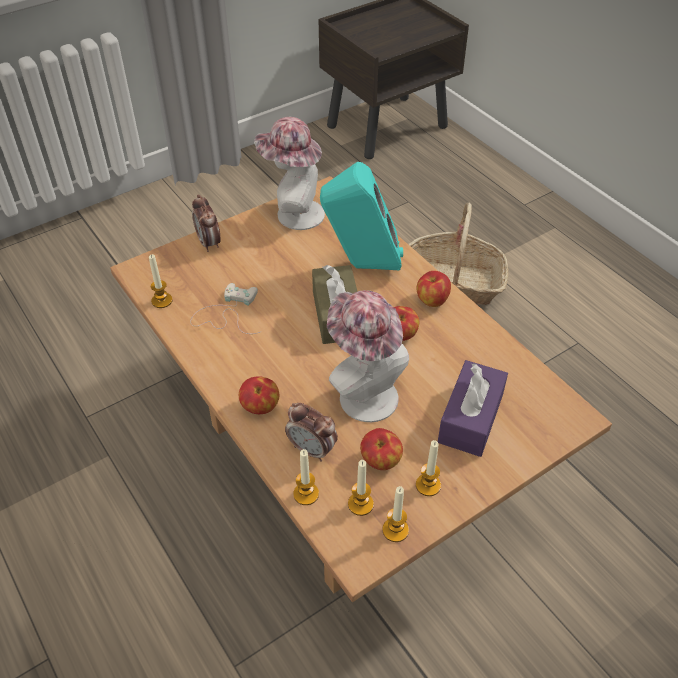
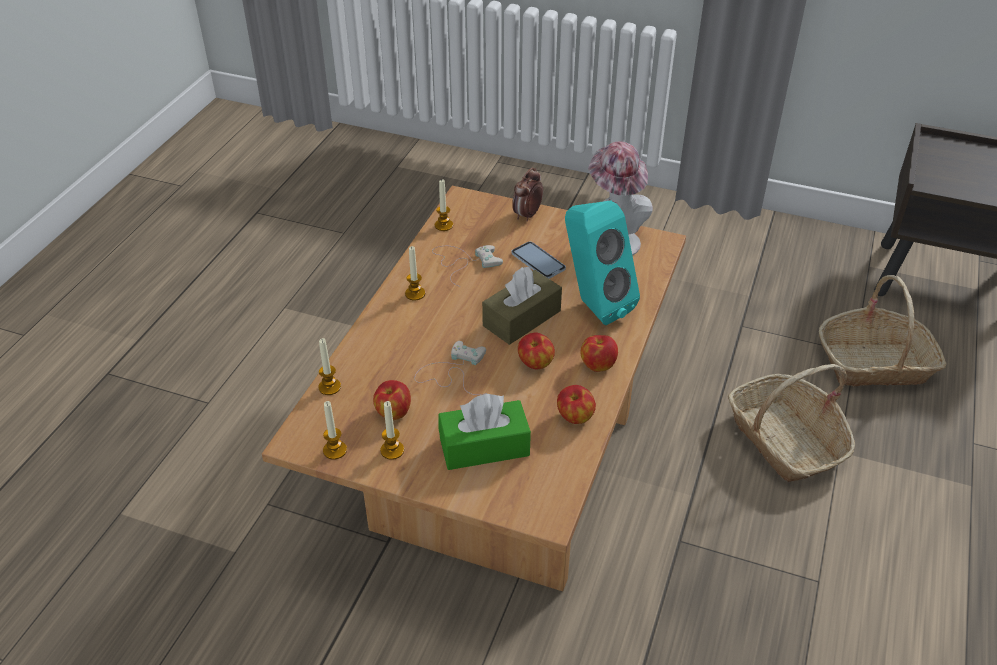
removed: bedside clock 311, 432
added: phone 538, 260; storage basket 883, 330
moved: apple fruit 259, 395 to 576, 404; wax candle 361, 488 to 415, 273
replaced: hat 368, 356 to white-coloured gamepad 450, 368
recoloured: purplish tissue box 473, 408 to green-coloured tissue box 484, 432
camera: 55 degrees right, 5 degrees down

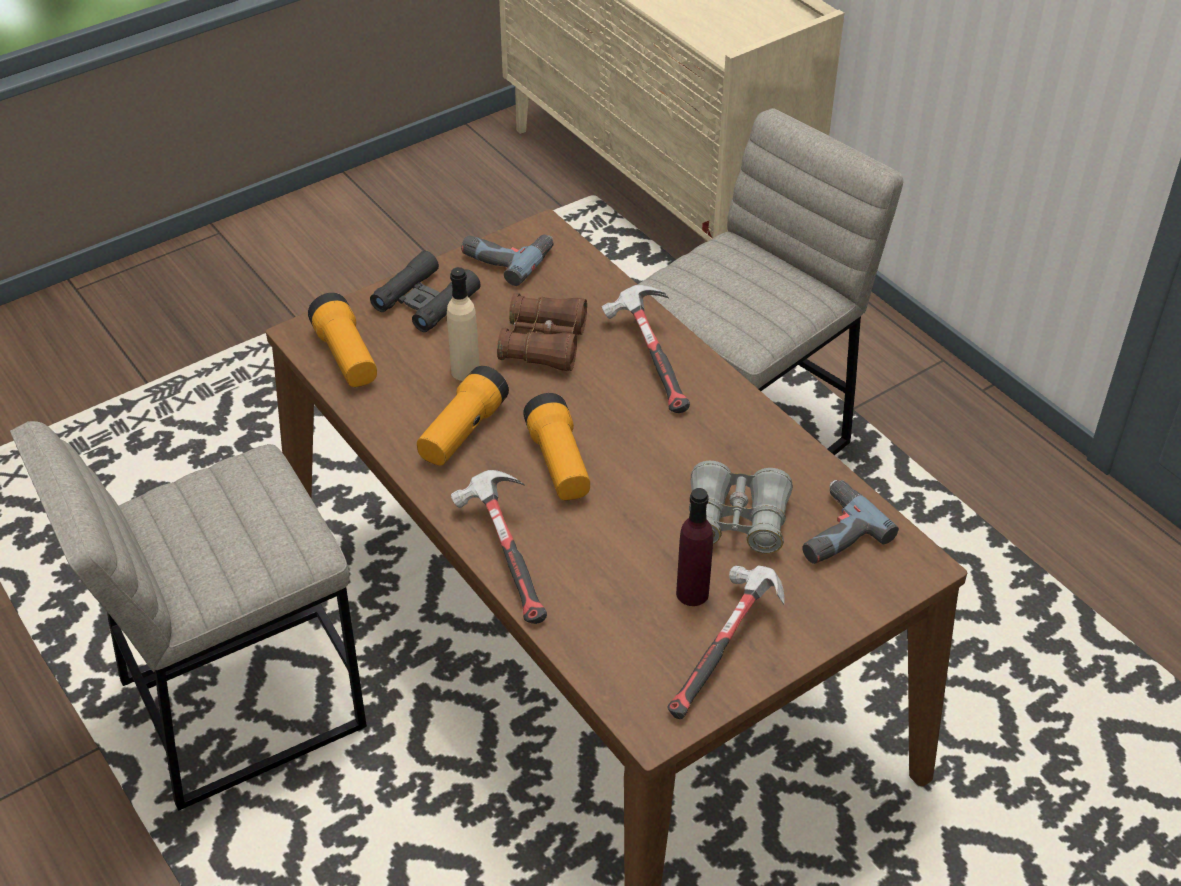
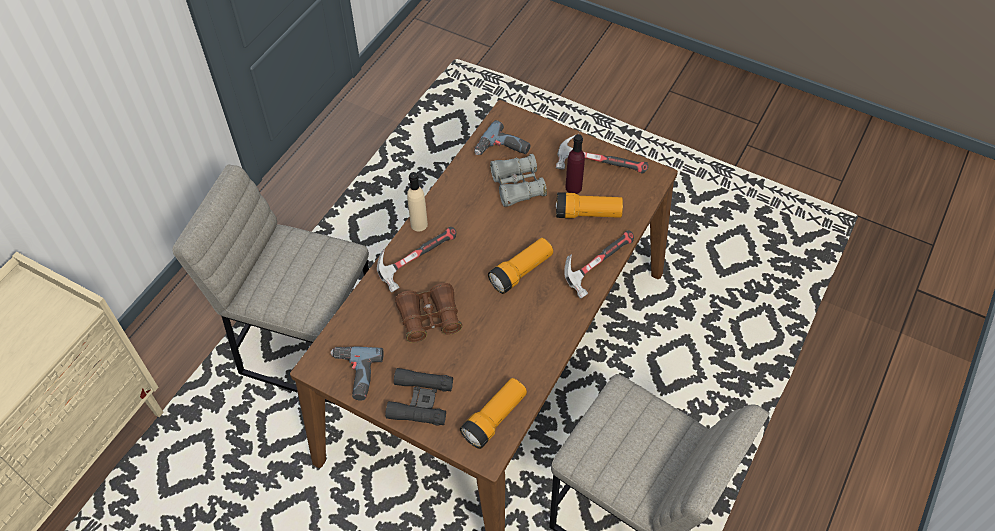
moved: flashlight 463, 415 to 589, 205; beige beverage bottle 463, 324 to 417, 201
camera: 115 degrees left, 10 degrees up

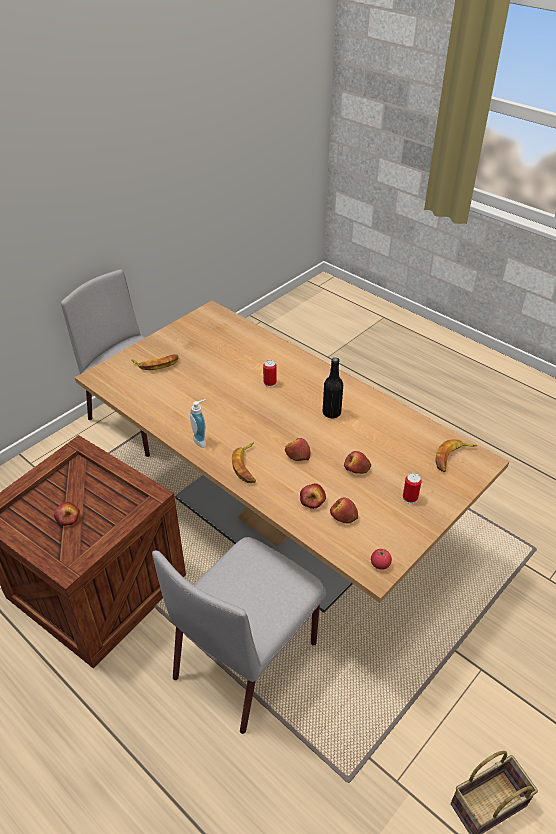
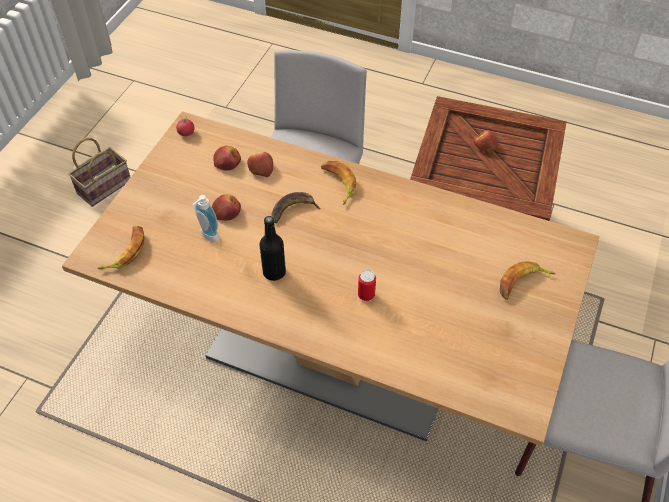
removed: sealed can 412, 488
moved: soap bottle 198, 423 to 206, 218
replaced: apple fruit 297, 449 to banana 296, 207
camera: 160 degrees right, 10 degrees up

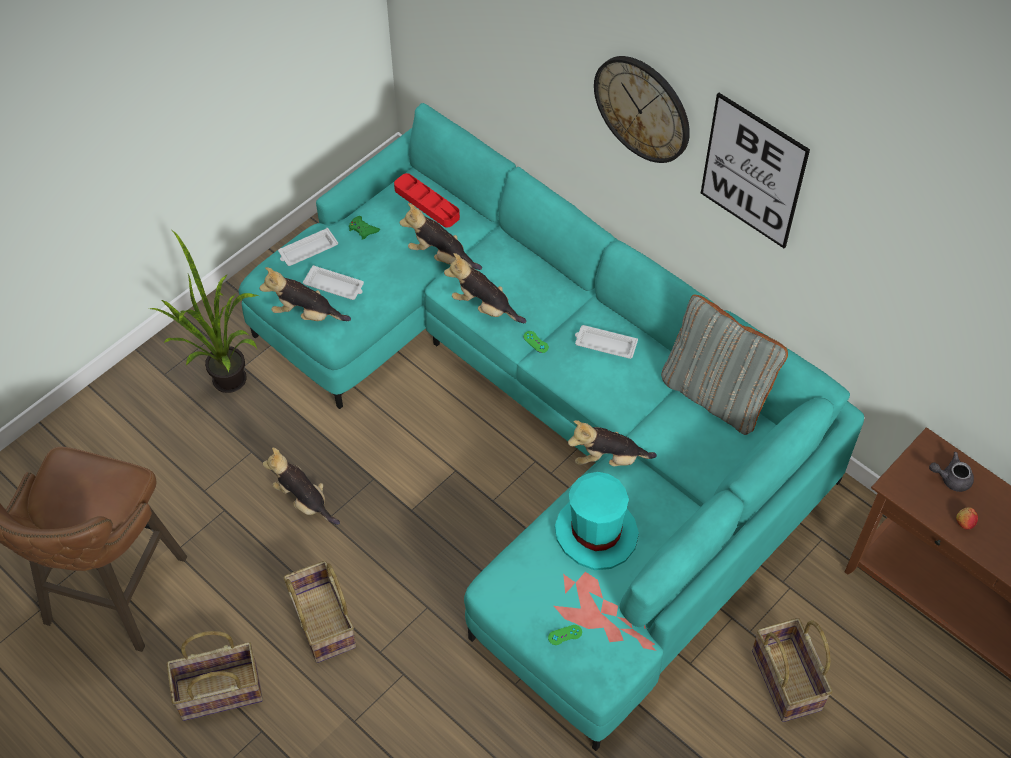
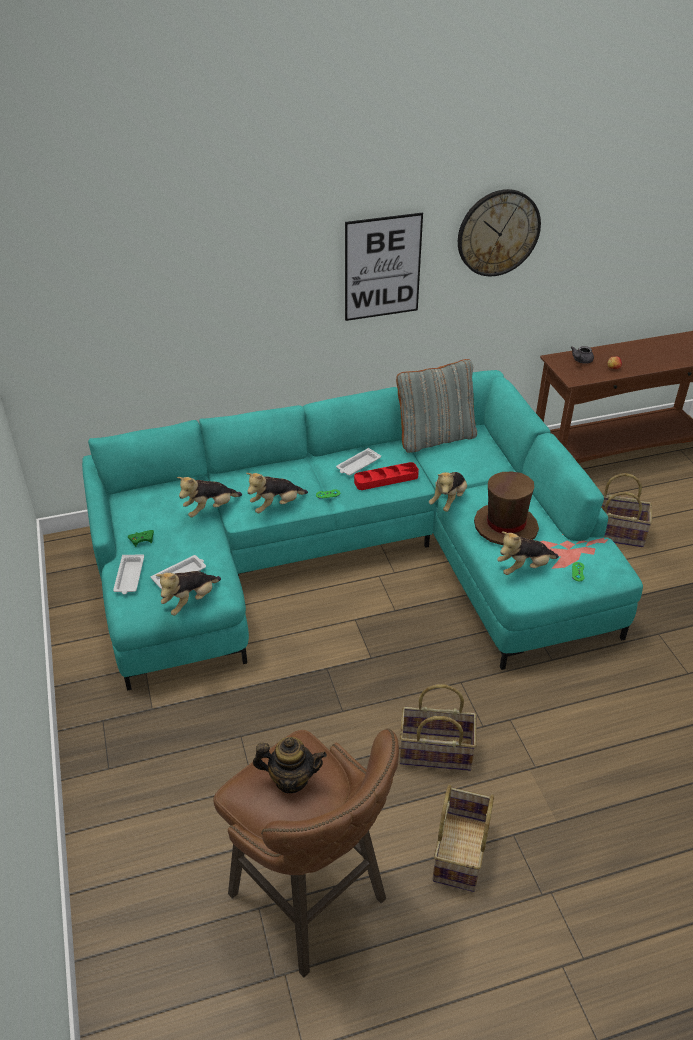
removed: potted plant 204, 311
added: teapot 290, 765
moved: cuddly toy 301, 486 to 528, 553; red carrying tray 427, 200 to 386, 476; clock on the wall 642, 109 to 499, 232
recoloured: turquoise-coloured hat 597, 521 to brown hat 506, 508
camera: 60 degrees left, 15 degrees down

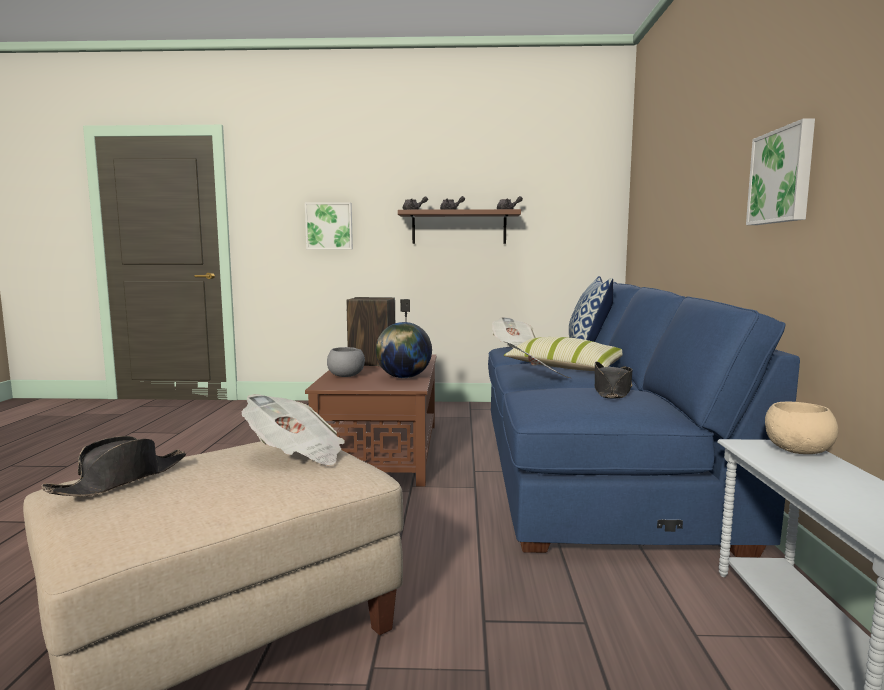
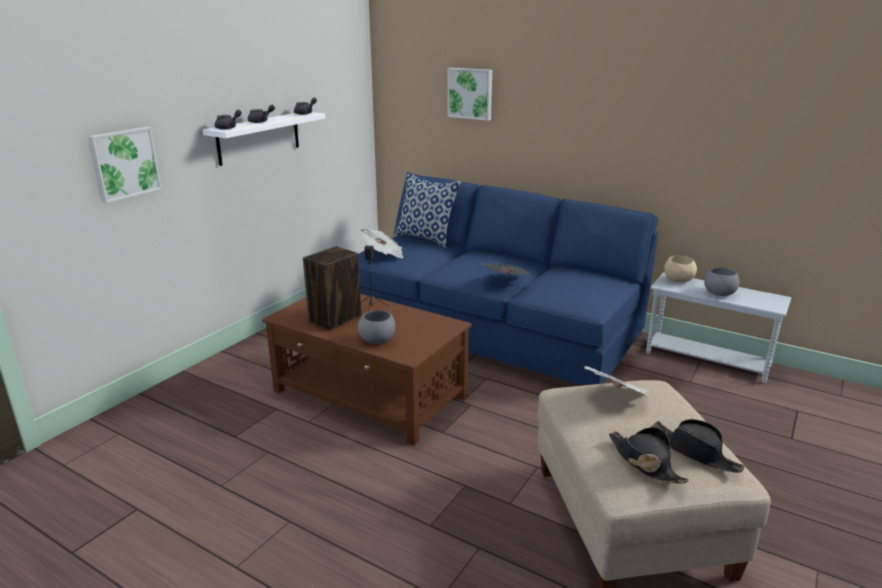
removed: world globe 404, 350; pillow 563, 354
added: gray bowl 721, 281
moved: black hat 614, 380 to 698, 446; wall picture 780, 171 to 469, 94
recoloured: brown wall shelf 459, 226 to white-coloured wall shelf 264, 139
camera: 60 degrees left, 15 degrees up

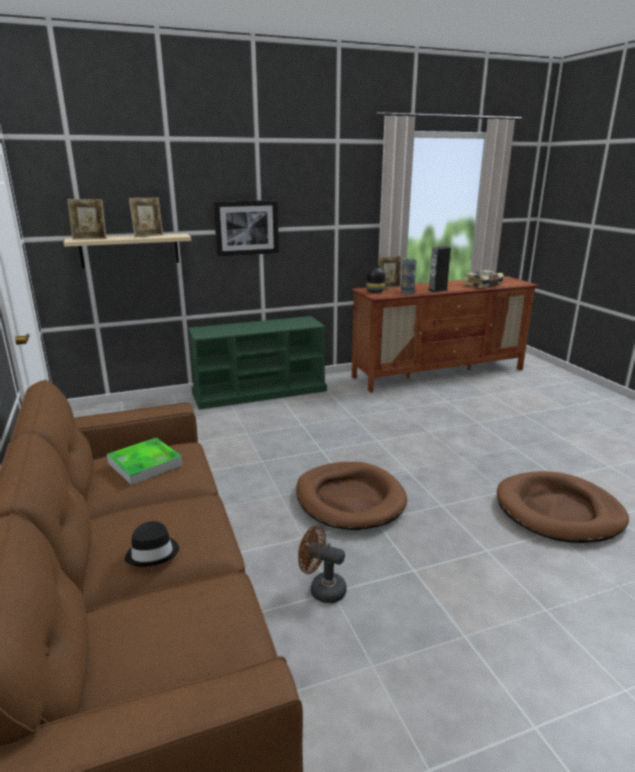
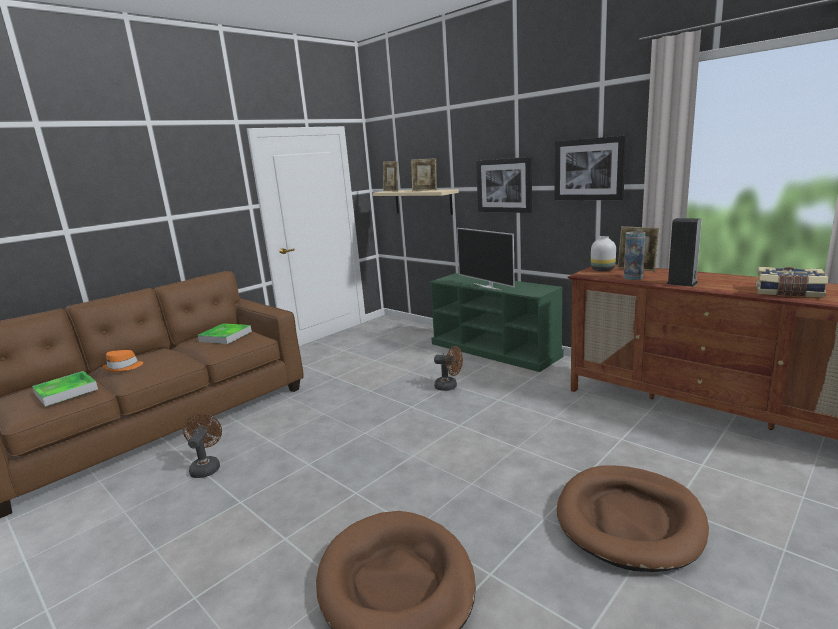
added: carrying tray 65, 389; brown cooling fan 448, 368; television 486, 259; wall picture 590, 167
moved: brown pet bed 351, 496 to 633, 518
recoloured: black hat 152, 544 to orange hat 123, 361; black vase 375, 279 to white-coloured vase 603, 253
camera: 65 degrees right, 5 degrees down

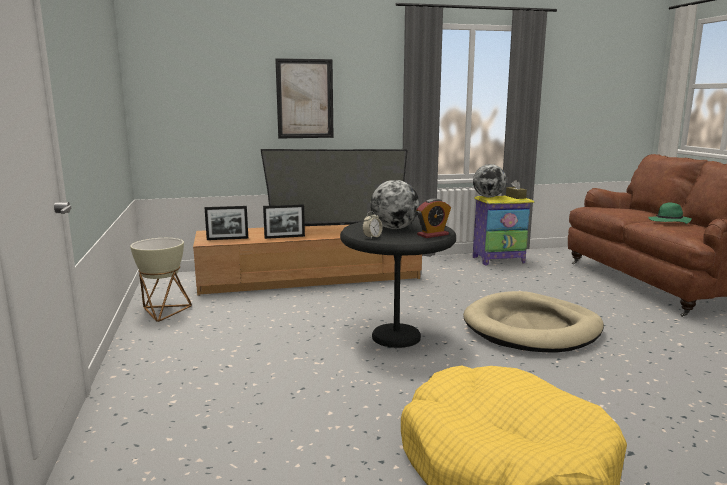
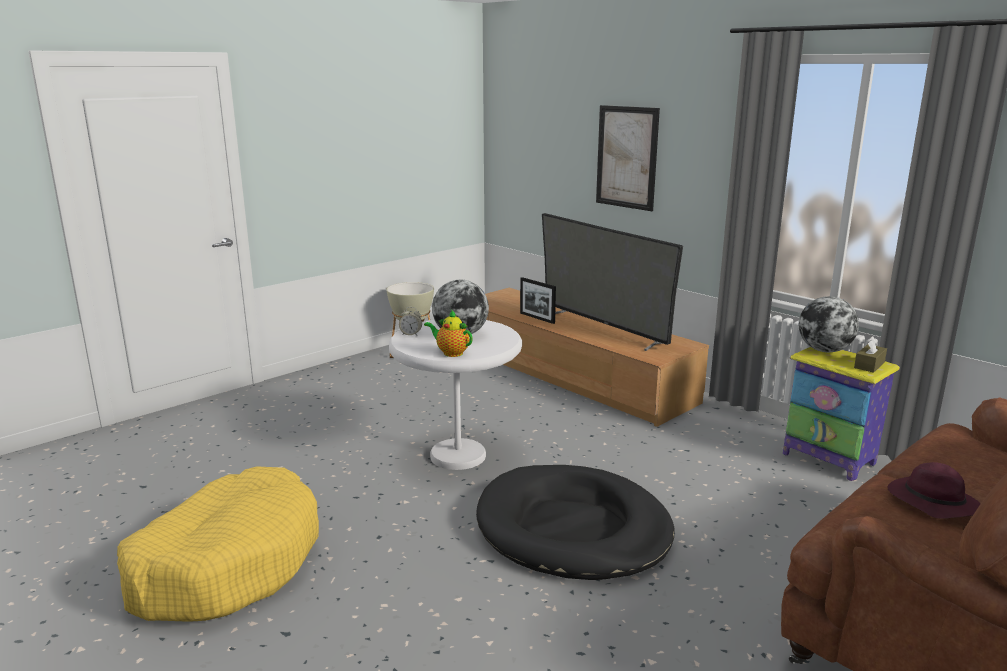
removed: standing frame 226, 223
replaced: bedside clock 433, 218 to teapot 448, 333
recoloured: black end table 398, 284 to white-coloured end table 455, 395; beige pet bed 533, 322 to black pet bed 575, 522; green-coloured hat 670, 213 to purplish hat 934, 490
camera: 60 degrees right, 5 degrees up

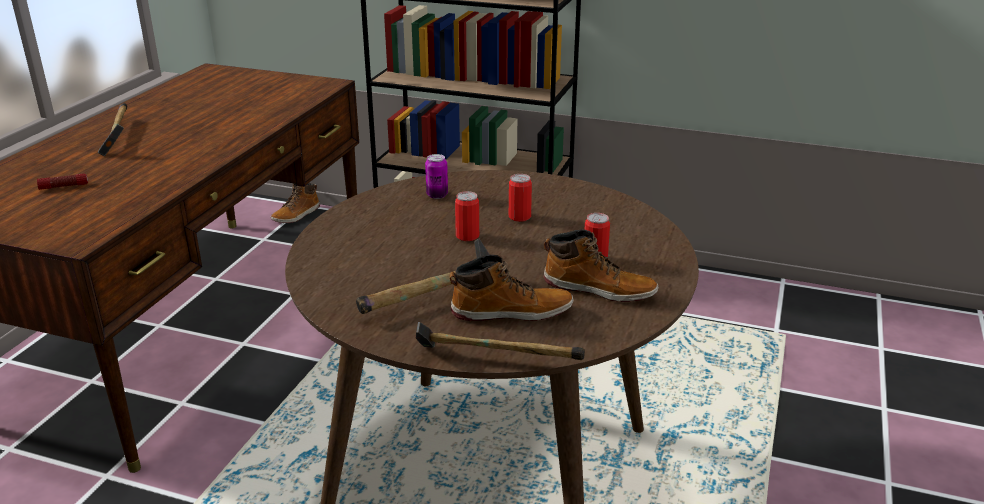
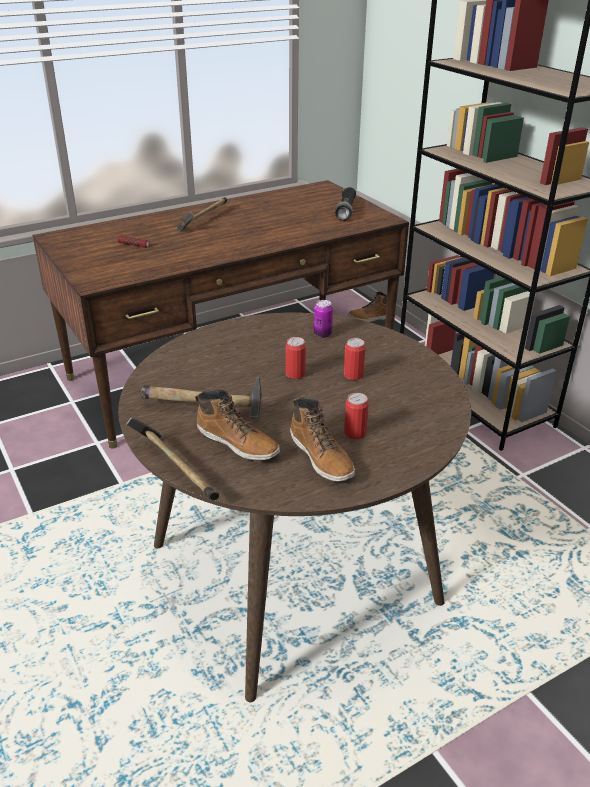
added: black flashlight 345, 204
camera: 40 degrees right, 5 degrees up

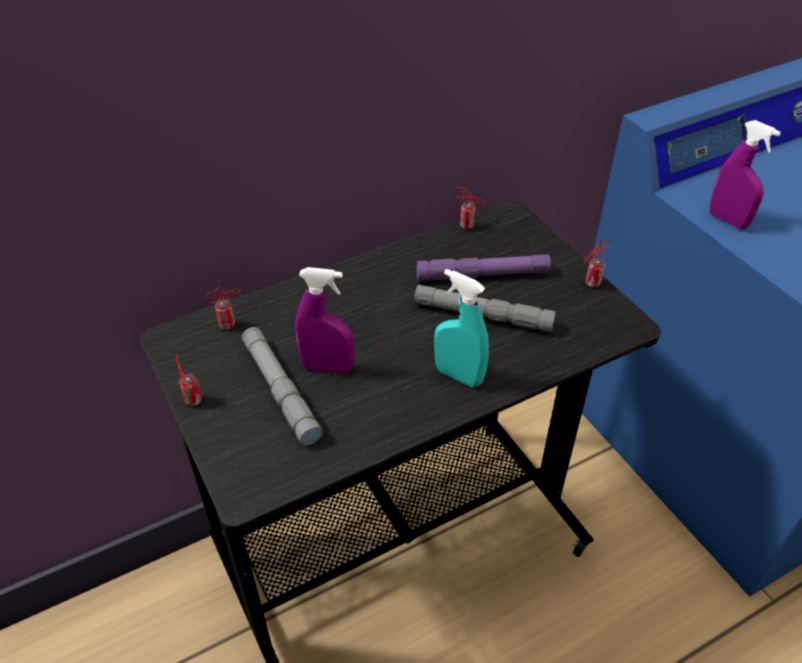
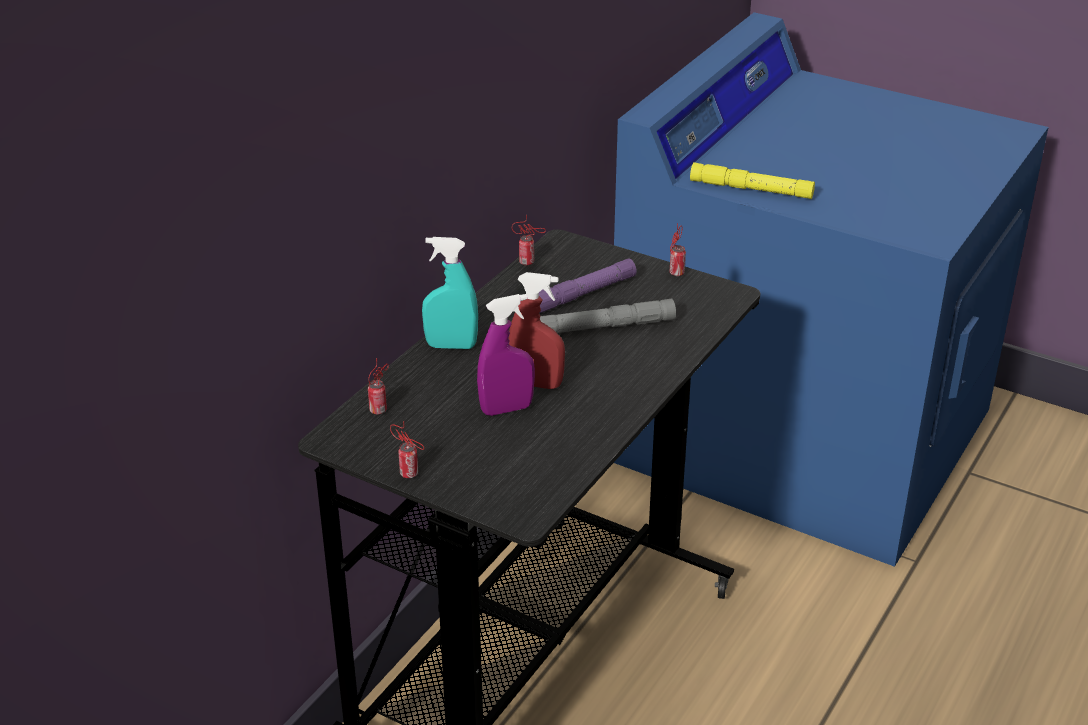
removed: gray flashlight 282, 386
added: red sprayer 537, 330
moved: turquoise-coloured sprayer 461, 328 to 450, 293
replaced: purplish sprayer 745, 174 to yellowish flashlight 752, 180
camera: 30 degrees left, 10 degrees down

